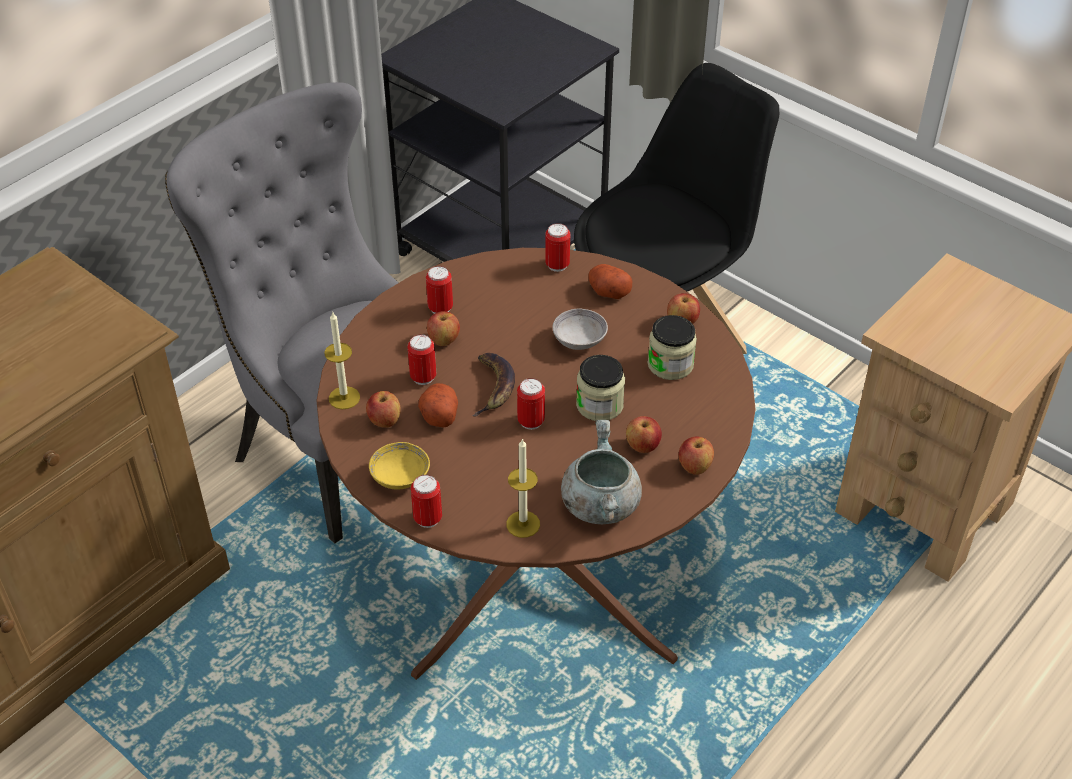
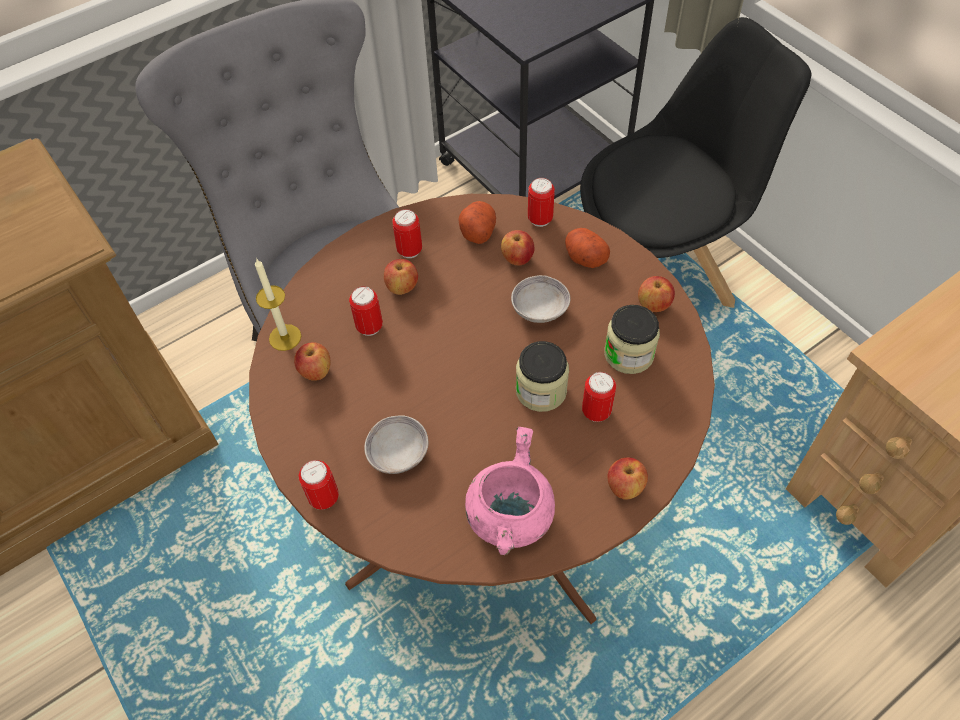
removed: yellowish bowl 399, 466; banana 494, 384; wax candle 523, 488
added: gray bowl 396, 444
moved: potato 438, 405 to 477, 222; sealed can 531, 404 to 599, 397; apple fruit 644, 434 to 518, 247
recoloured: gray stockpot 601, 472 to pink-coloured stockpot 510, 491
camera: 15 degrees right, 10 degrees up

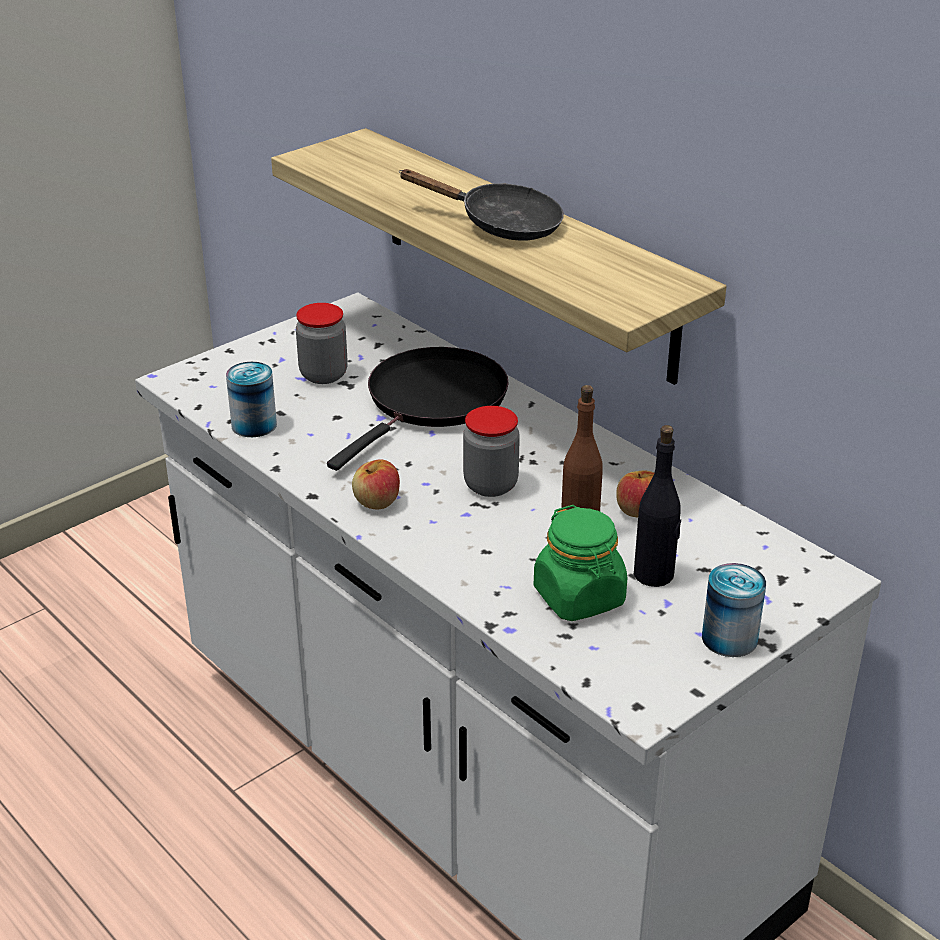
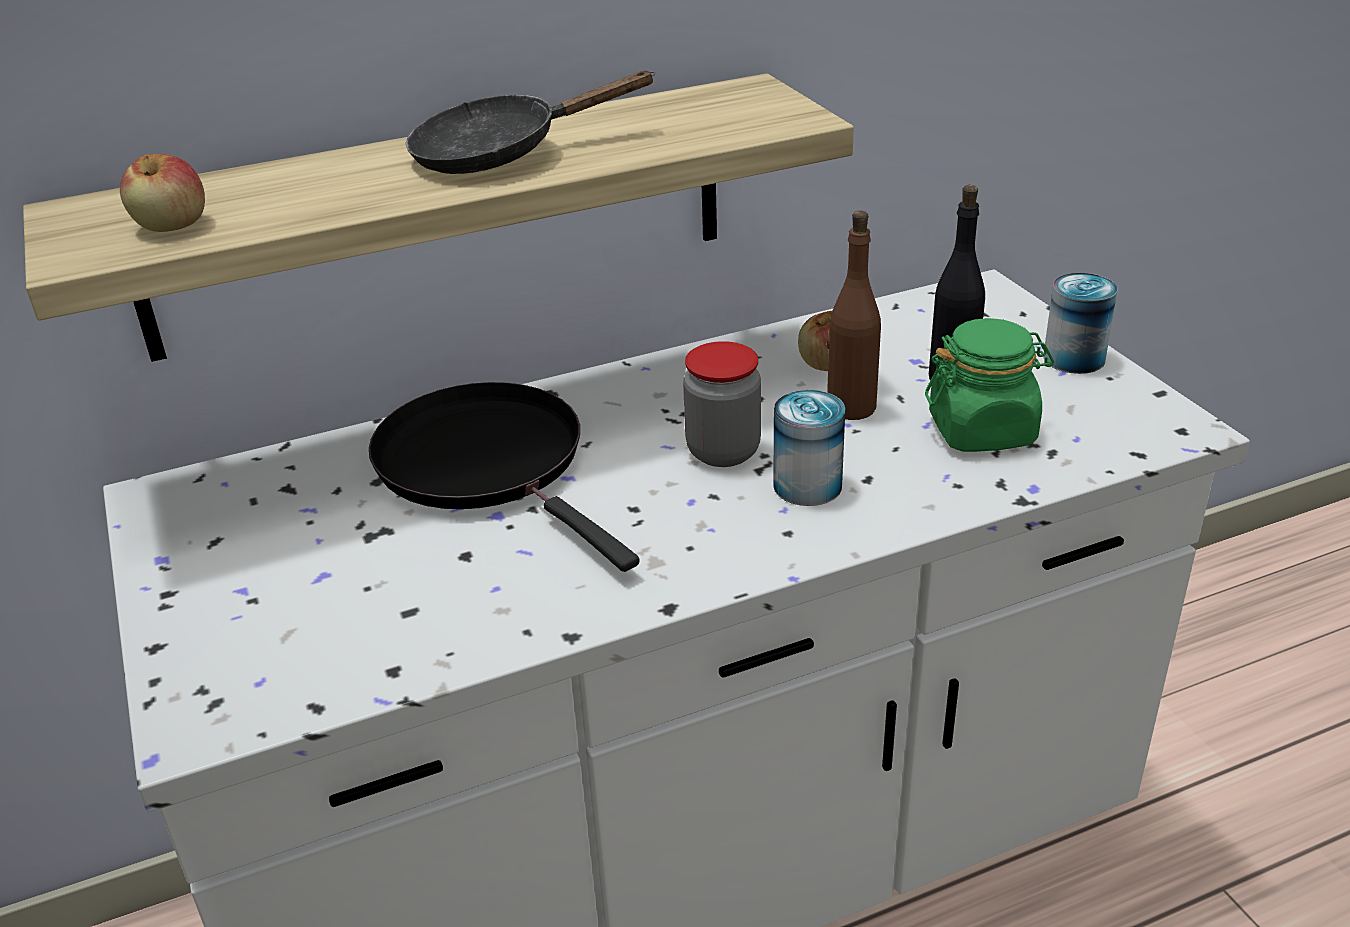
removed: storage jar 322, 343
moved: sealed can 251, 399 to 809, 448; apple fruit 376, 484 to 162, 193
turned: black frying pan 481, 205 = 531, 122 150 degrees counterclockwise
camera: 70 degrees left, 0 degrees up

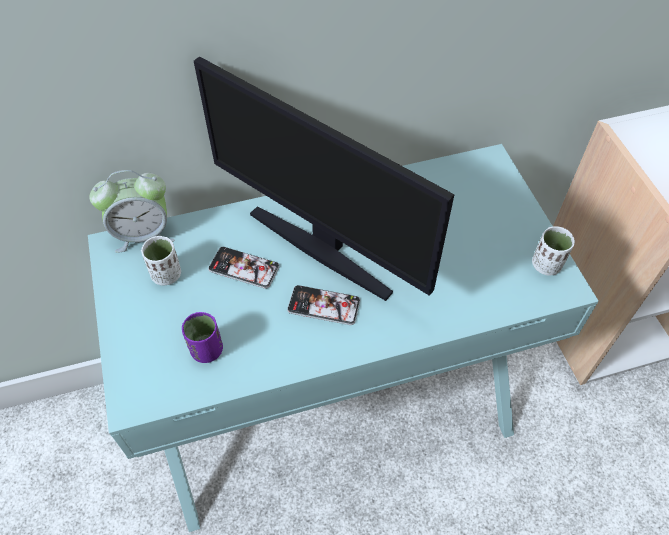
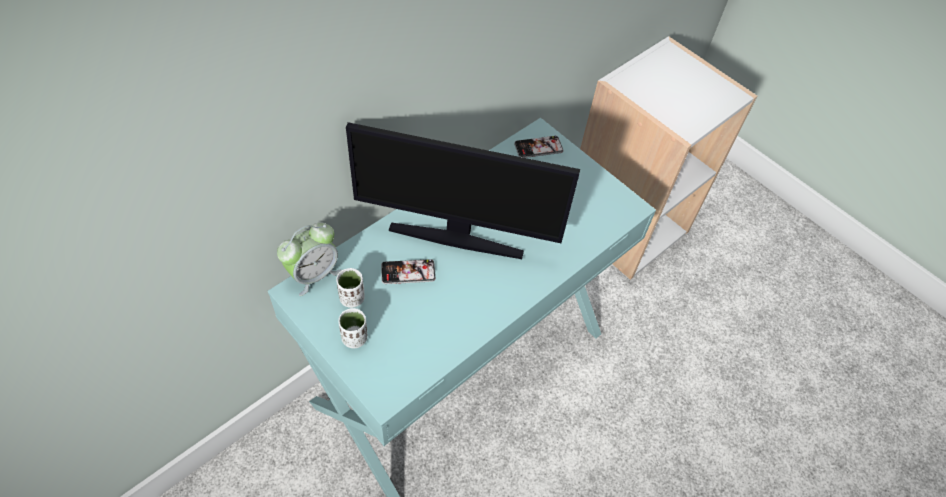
removed: purplish small cup 202, 337
moved: phone 323, 305 to 539, 146; white-coloured small cup 553, 251 to 352, 328
camera: 30 degrees left, 0 degrees up

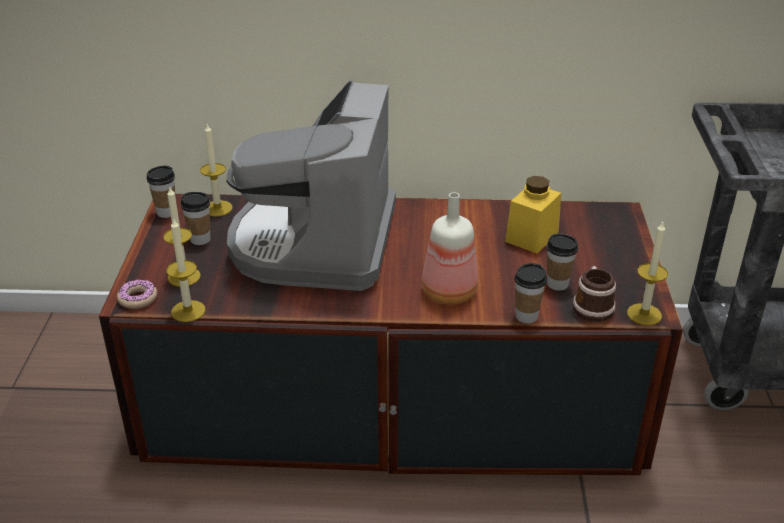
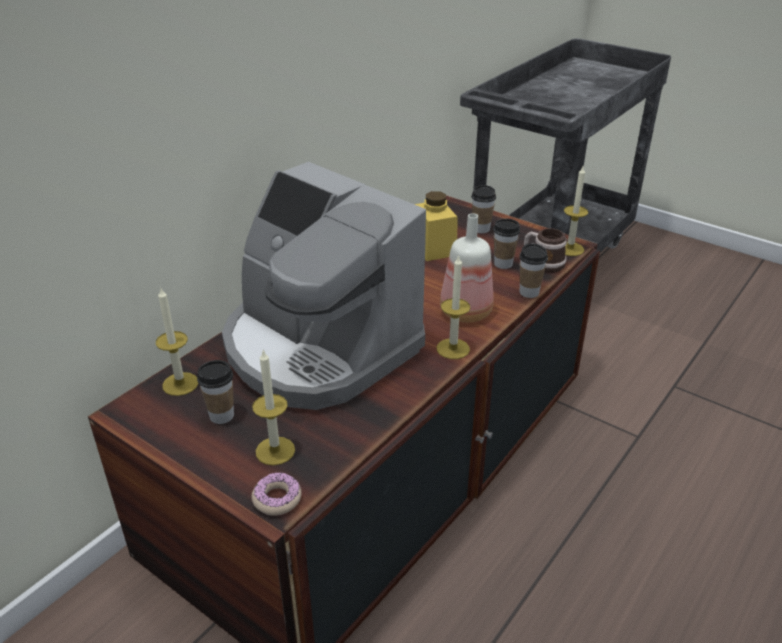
moved: small cup 160, 192 to 483, 209; wax candle 186, 270 to 453, 307
camera: 55 degrees left, 0 degrees up

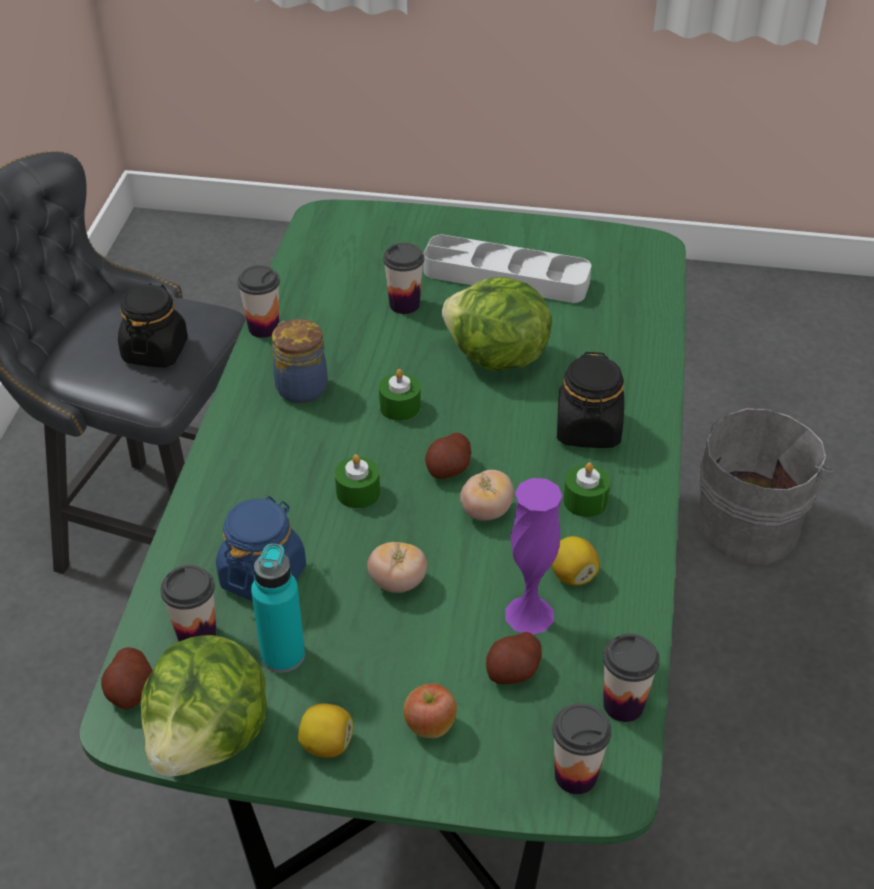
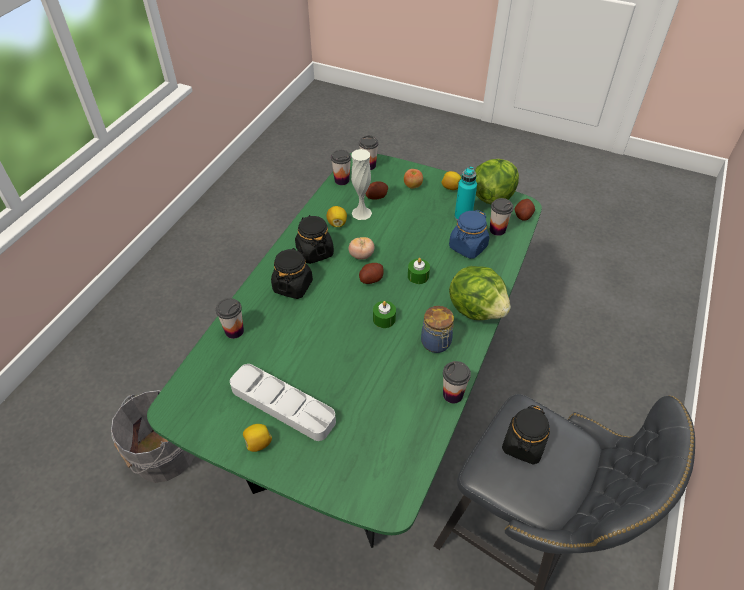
removed: whole tomato 397, 567
added: citrus fruit 257, 438
moved: small cup 403, 278 to 230, 318; lettuce head 496, 323 to 480, 293
replaced: green-coloured wax candle 586, 490 to black storage jar 314, 239
recoloured: purplish vase 533, 556 to white-coloured vase 361, 184
camera: 165 degrees left, 5 degrees up

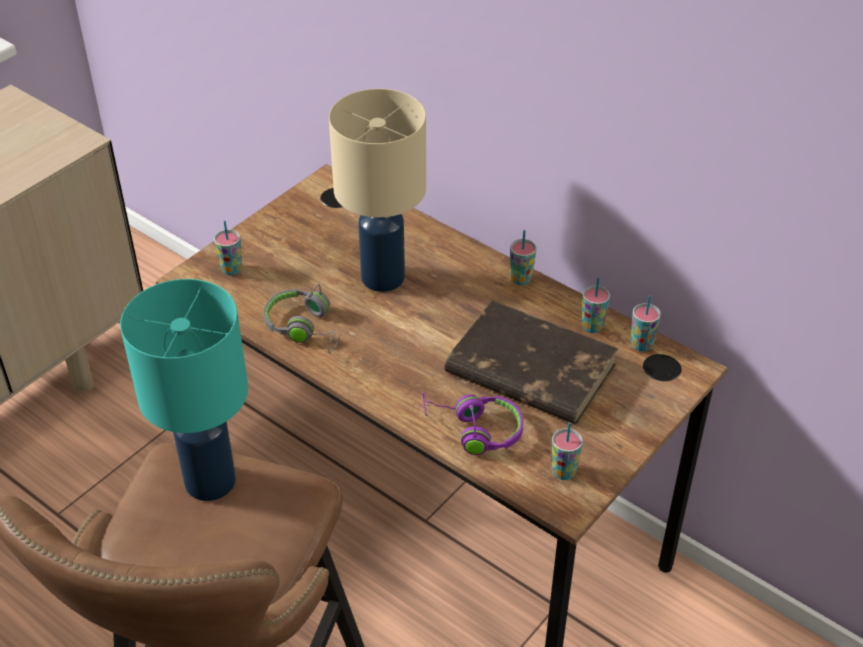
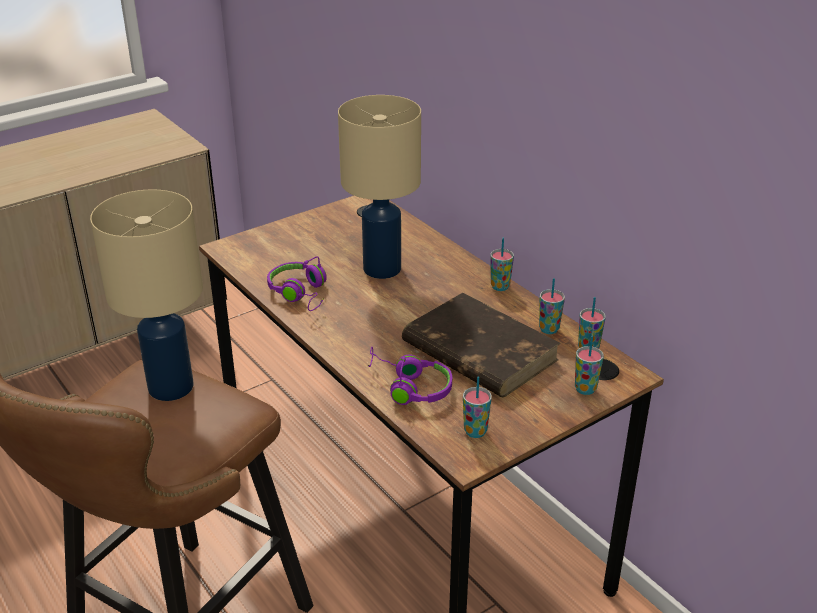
moved: small cup 228, 248 to 589, 365
recoloured: turquoise-coloured table lamp 184, 390 to beige table lamp 146, 295; gray headphones 302, 319 to purplish headphones 297, 283
camera: 15 degrees right, 10 degrees down

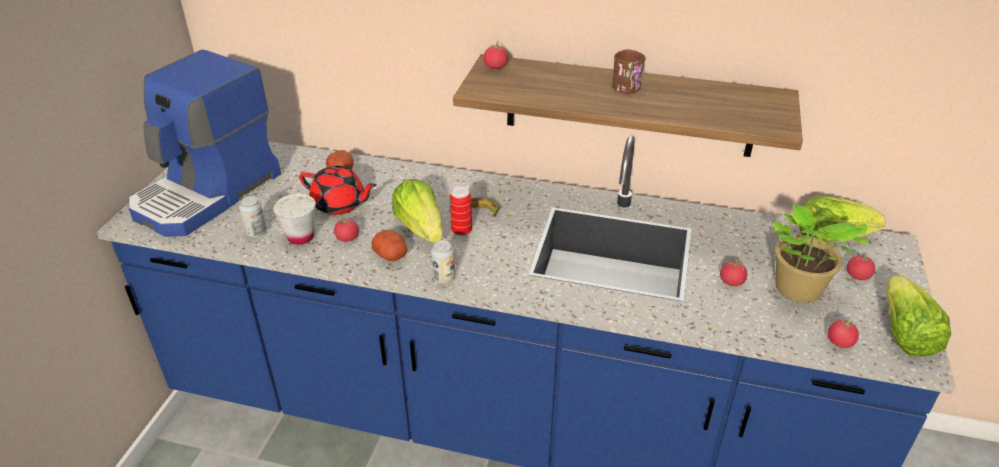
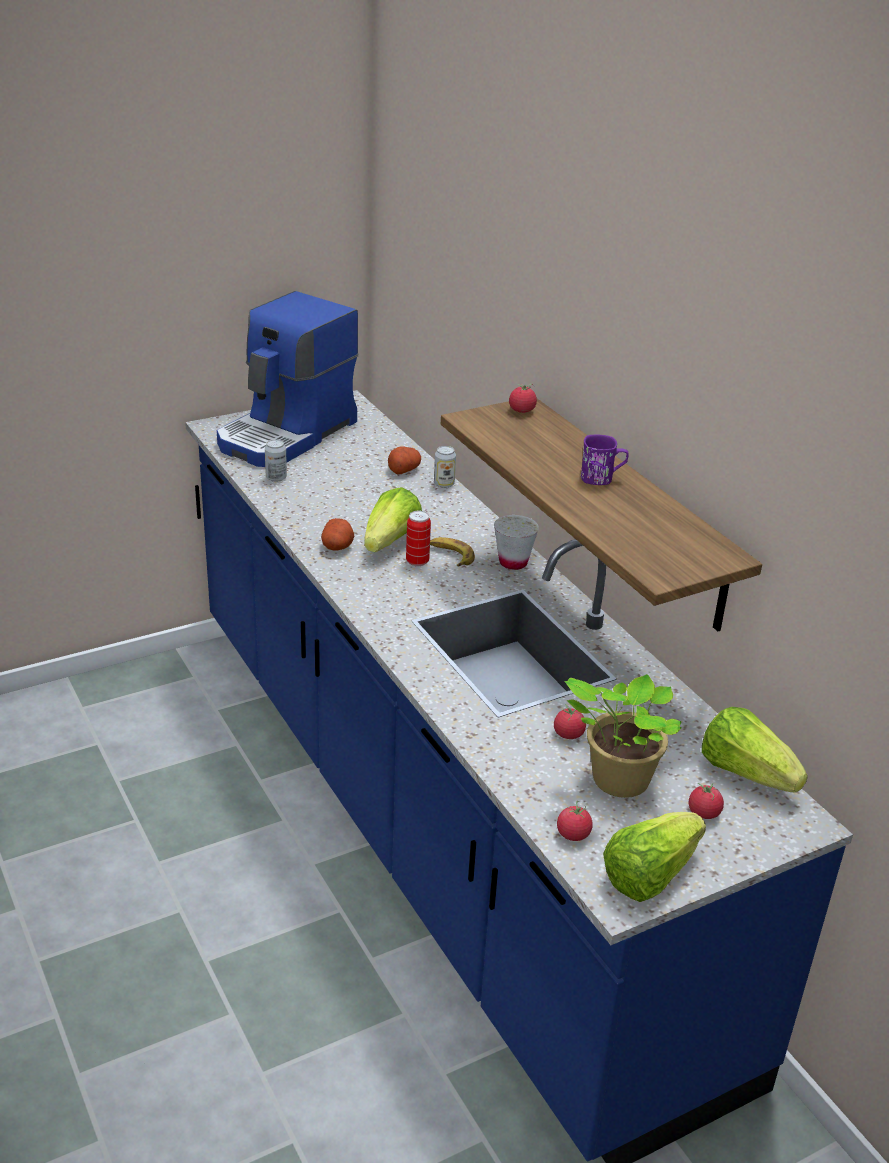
removed: red teapot 338, 190; whole tomato 346, 229
moved: white-coloured small cup 294, 219 to 516, 542; sealed can 443, 262 to 445, 467
recoloured: brown tea mug 628, 71 to purplish tea mug 605, 460
turned: coffee machine 205, 143 = 288, 379 45 degrees counterclockwise
camera: 45 degrees right, 5 degrees down

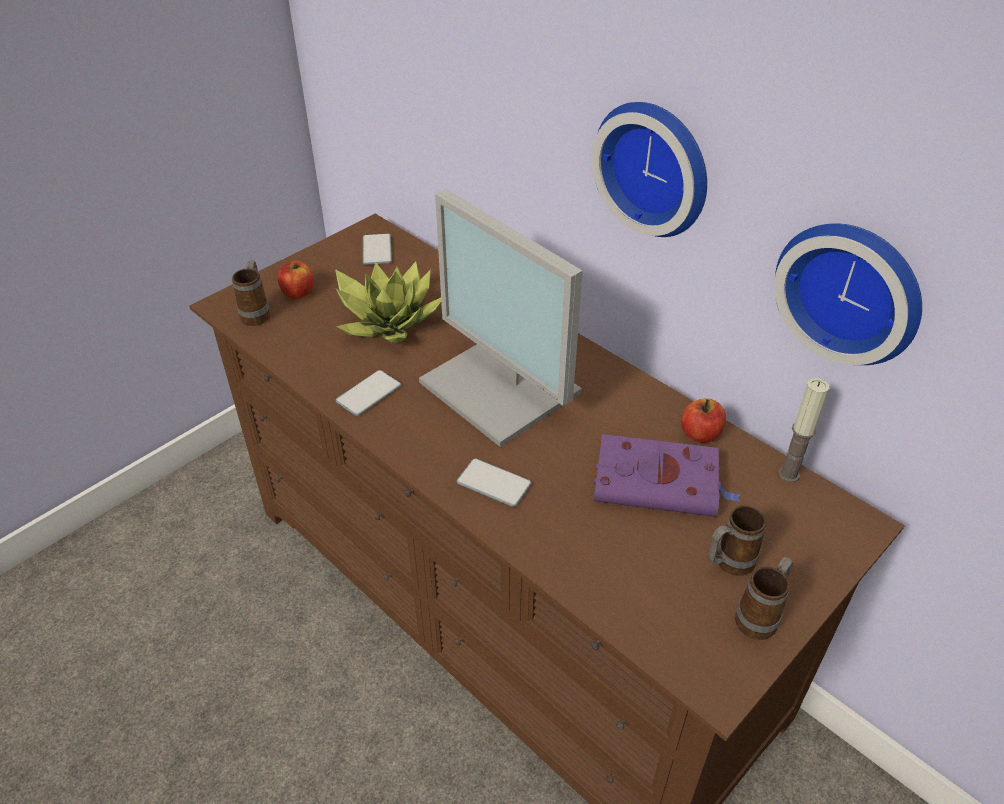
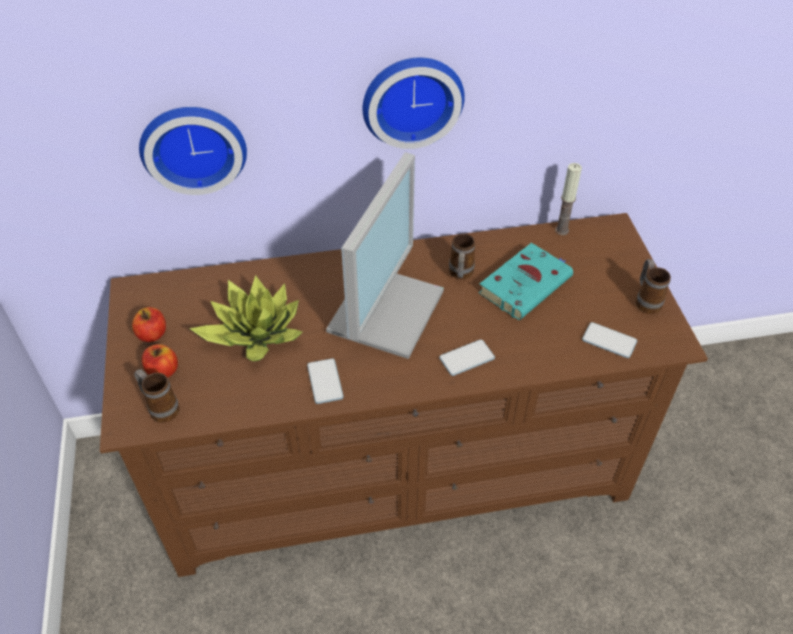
moved: phone 377, 249 to 609, 340; apple fruit 703, 420 to 149, 324; tea mug 737, 540 to 462, 256; clock on the wall 848, 294 to 193, 151
recoloured: purplish bound book 667, 475 to turquoise-coloured bound book 526, 281
turned: monitor 501, 318 = 385, 255 60 degrees counterclockwise
camera: 55 degrees left, 5 degrees up

